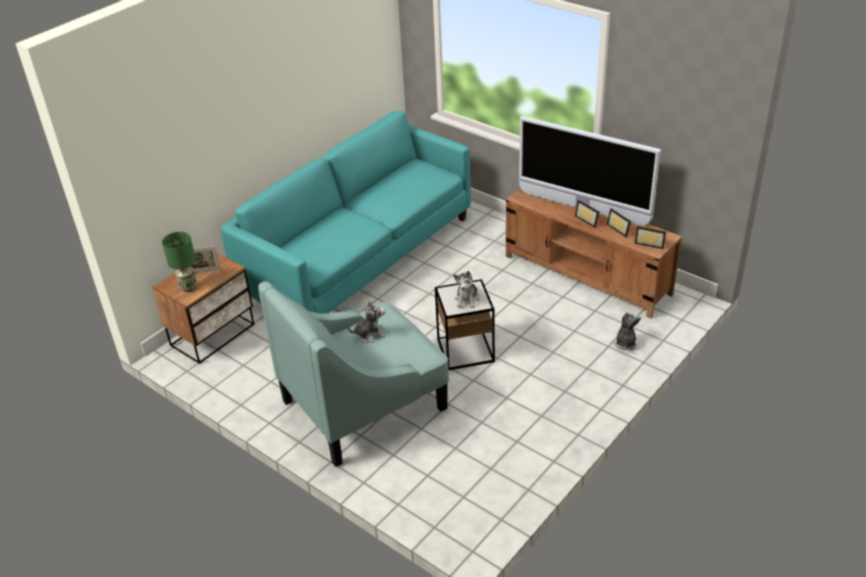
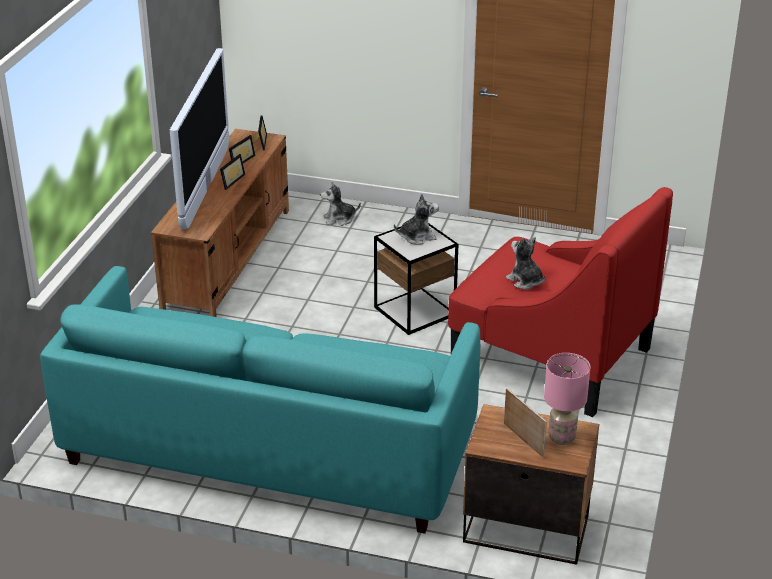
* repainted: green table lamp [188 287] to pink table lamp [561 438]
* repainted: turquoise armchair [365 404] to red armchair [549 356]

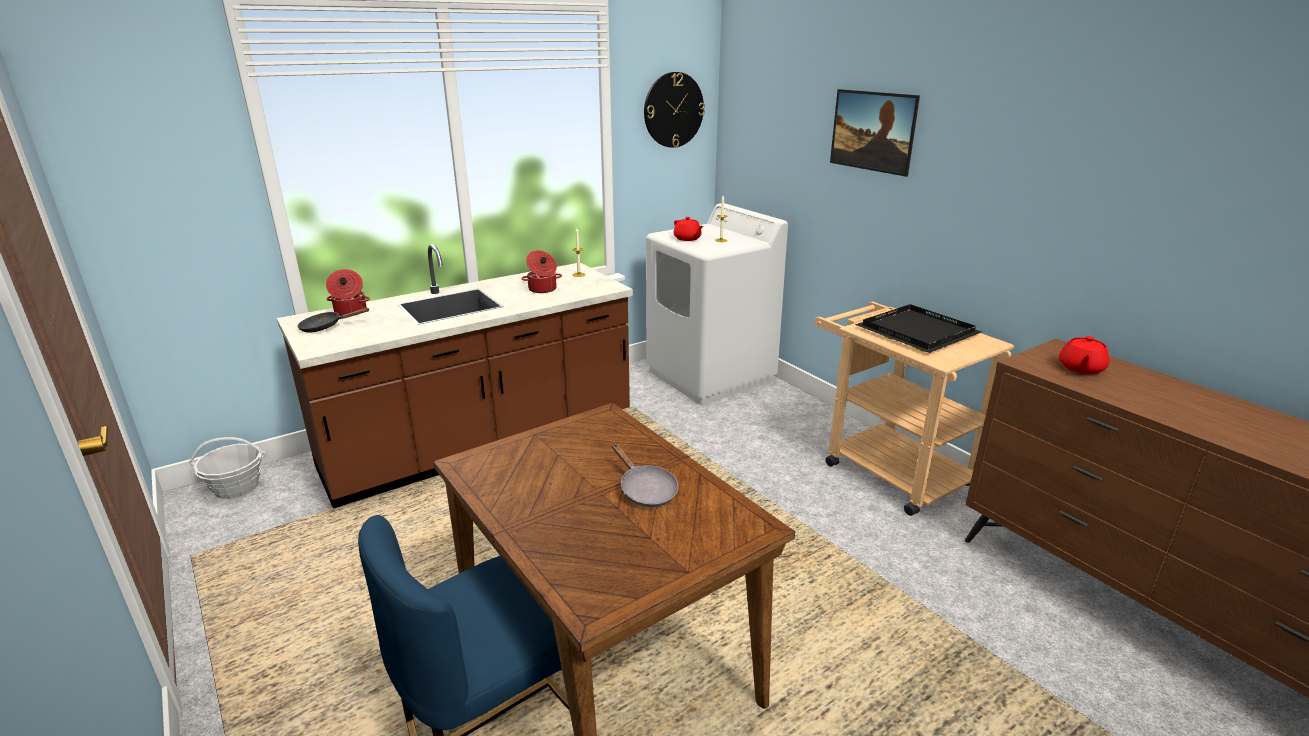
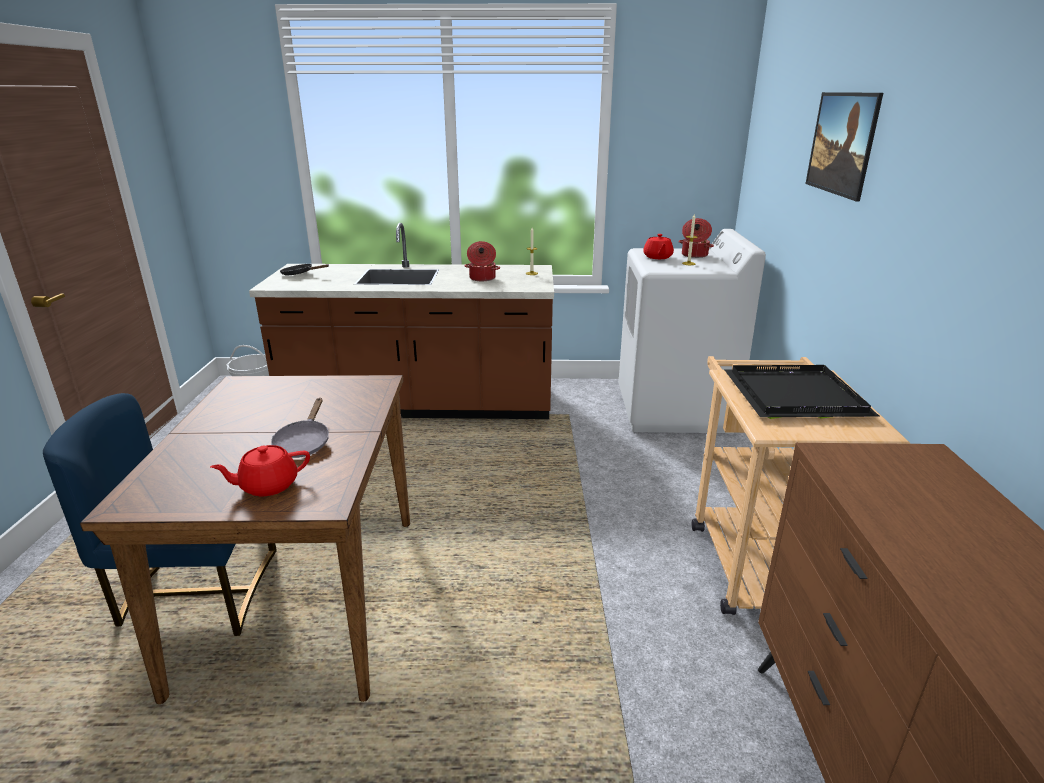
* gone: wall clock [673 110]
* shifted: cooking pot [350 312] to [694 255]
* shifted: red teapot [1080 368] to [268 485]

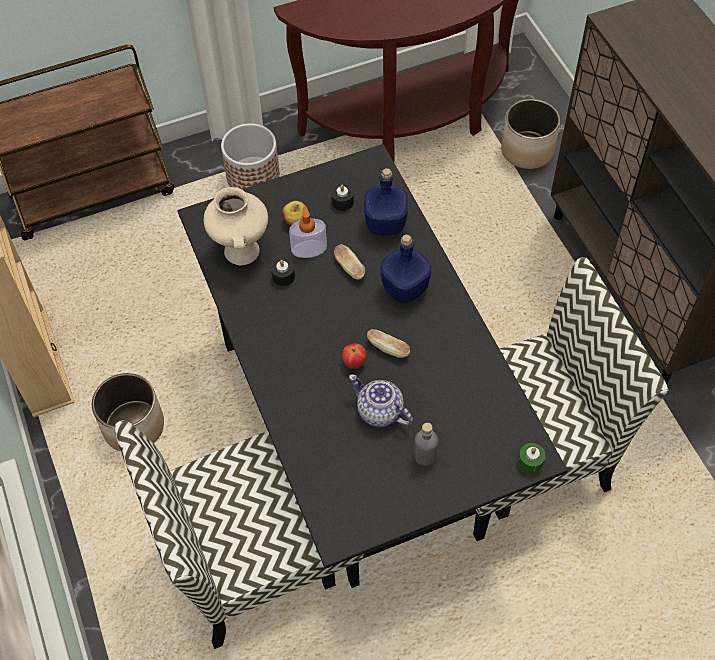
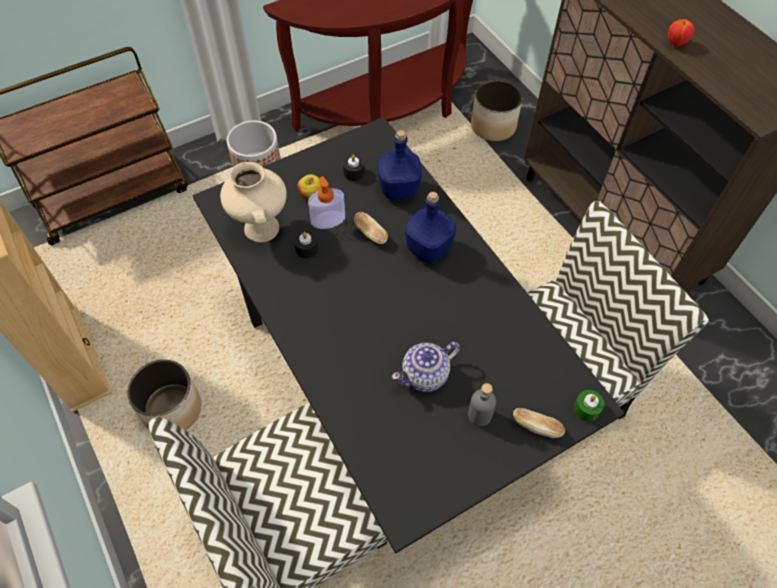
* shifted: bread [388 348] to [536 426]
* shifted: apple [354 363] to [676 43]
* rotated: teapot [380 412] = [426 375] 60 degrees counterclockwise

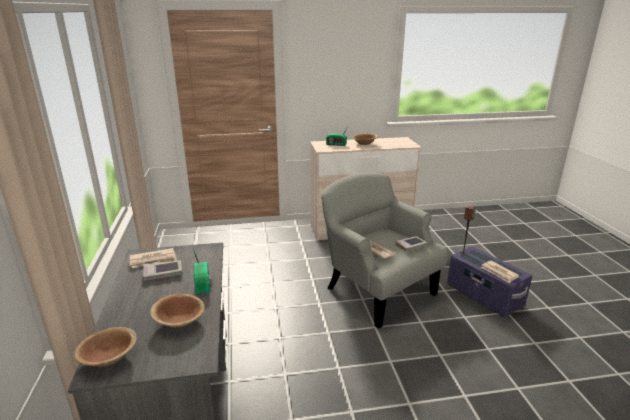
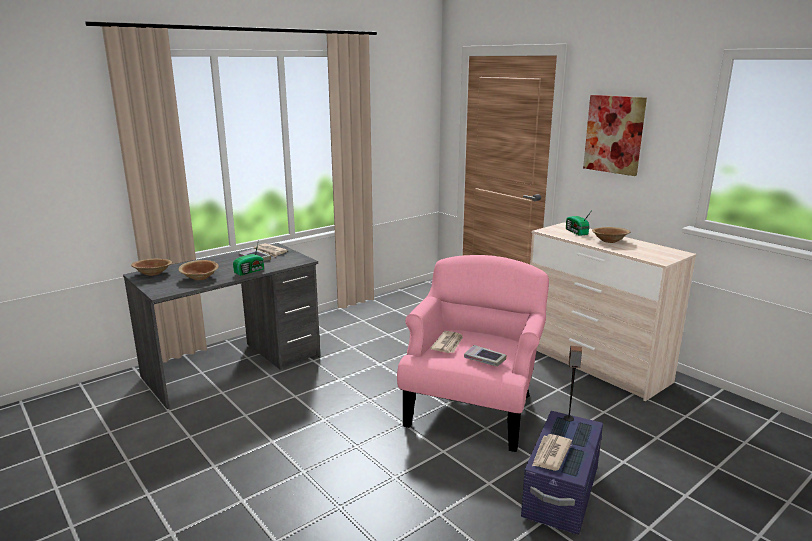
* repainted: grey armchair [377 290] to pink armchair [473 409]
* new: picture [614 134]

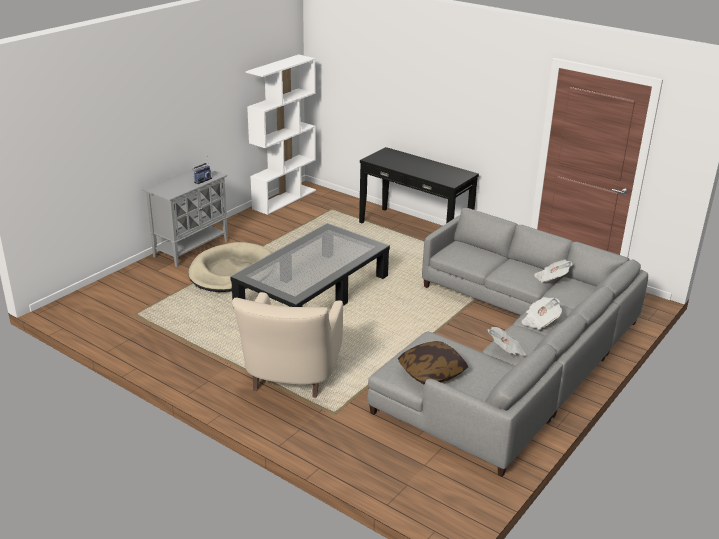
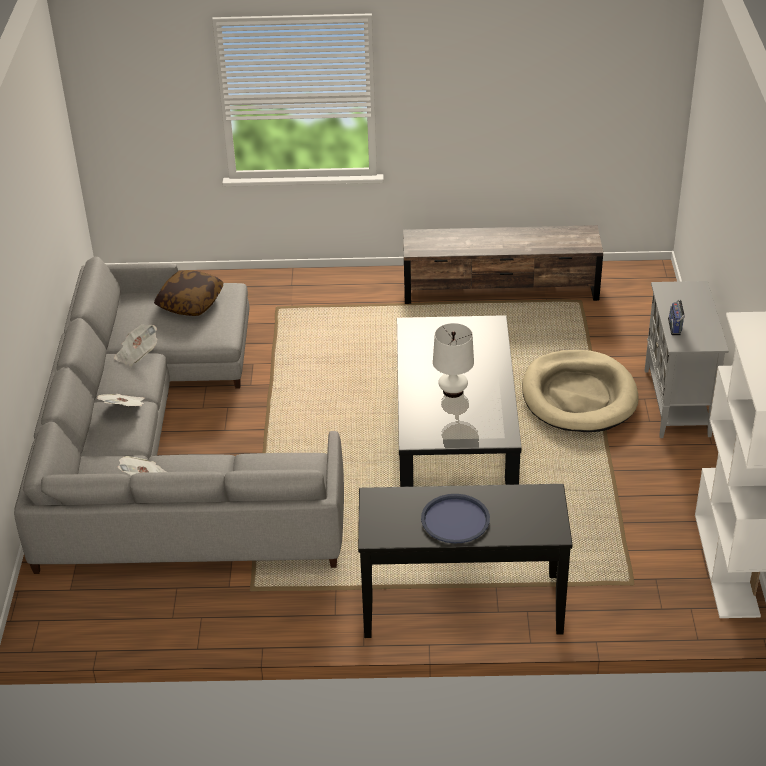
* gone: beige armchair [290 378]
* new: brown tv stand [501 288]
* new: white table lamp [453 391]
* new: blue tray [455 520]

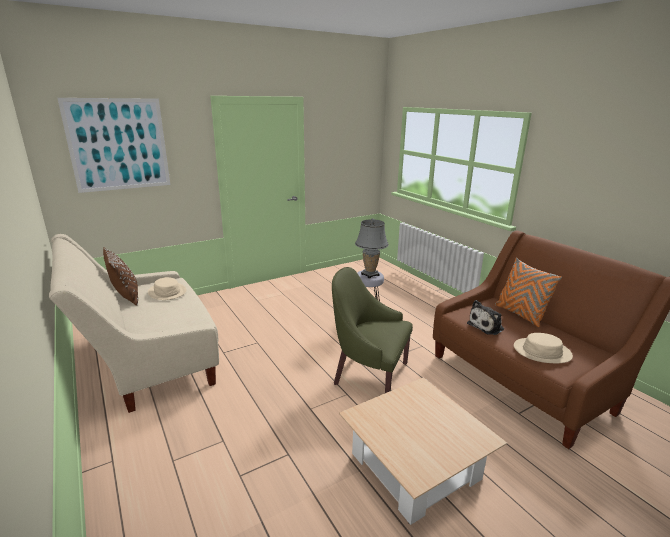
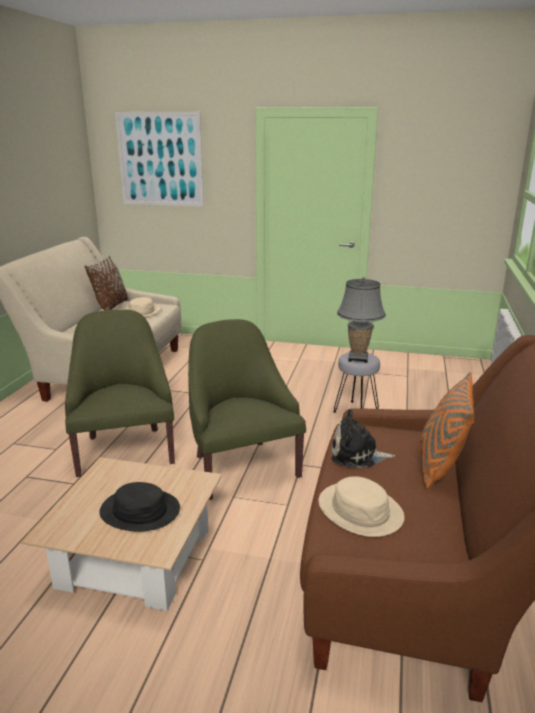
* new: green armchair [125 449]
* new: black hat [140 511]

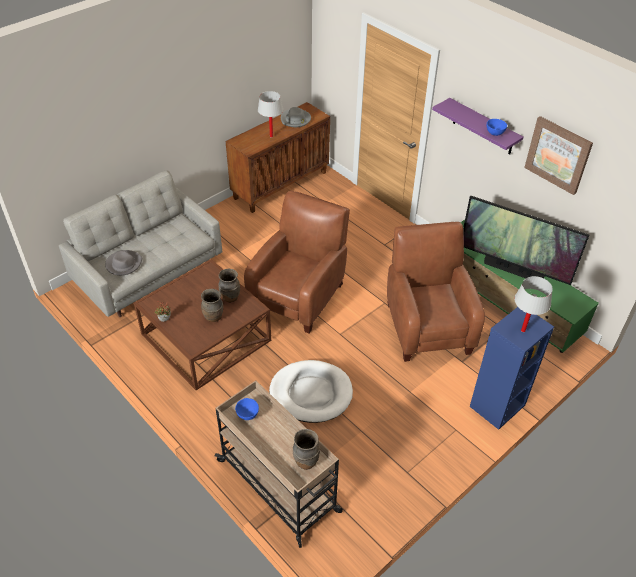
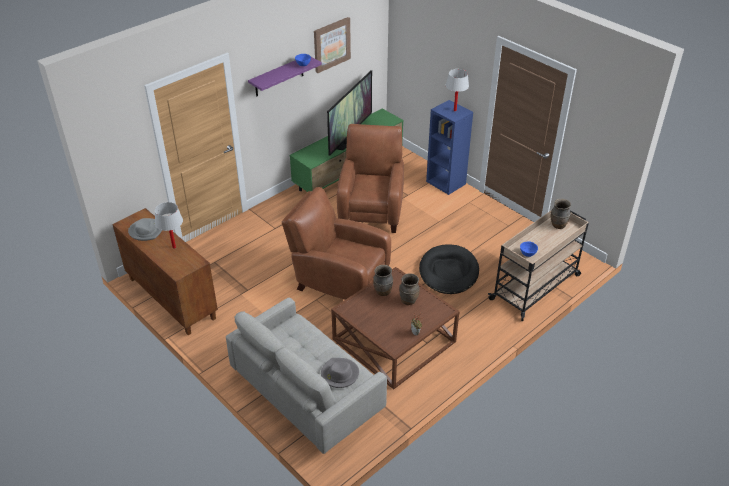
* rotated: brown armchair [427 325] = [372 209] 105 degrees clockwise
* repainted: white dog bed [311 393] to black dog bed [448 272]

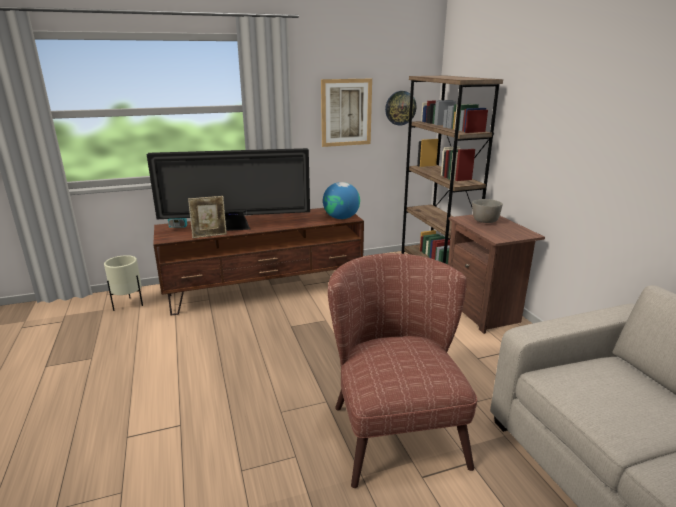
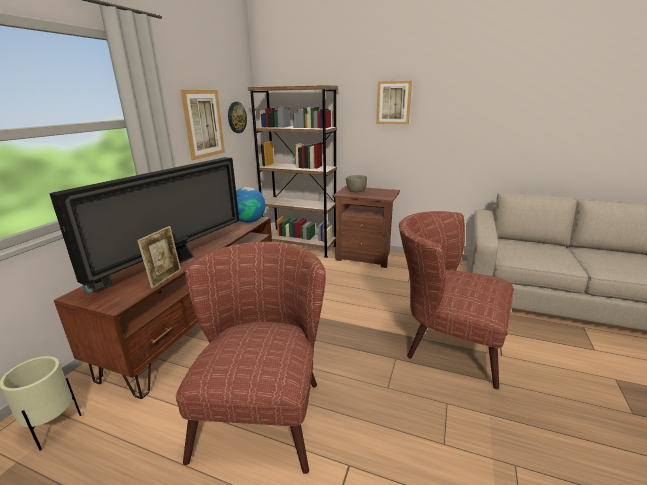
* new: picture [393 102]
* new: brown armchair [264 407]

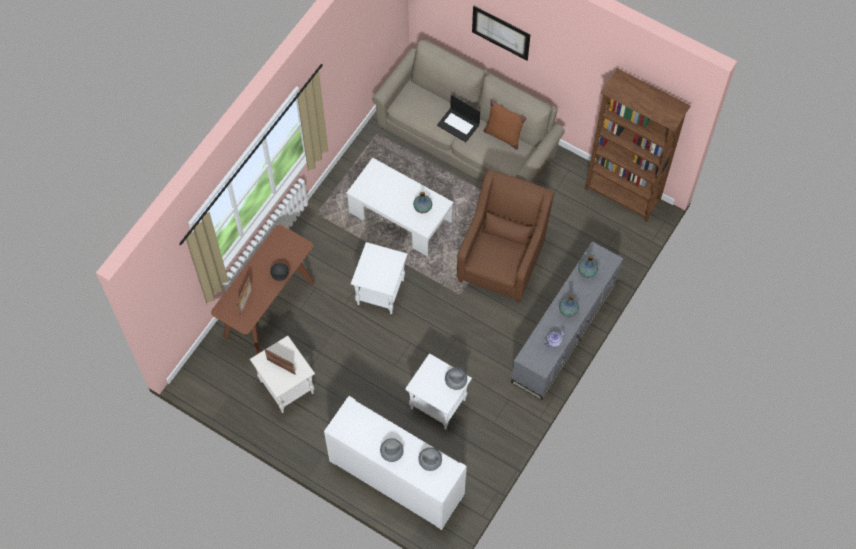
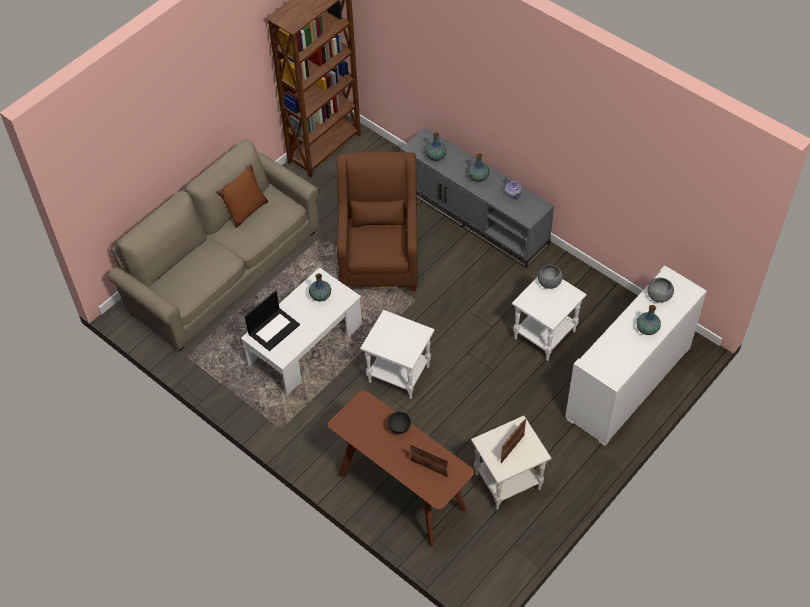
* gone: picture [501 32]
* shifted: laptop [459 125] to [274 328]
* rotated: brown armchair [502 260] = [380 257] 60 degrees clockwise
* swapped: grey bowl [391 453] to vase [647 329]

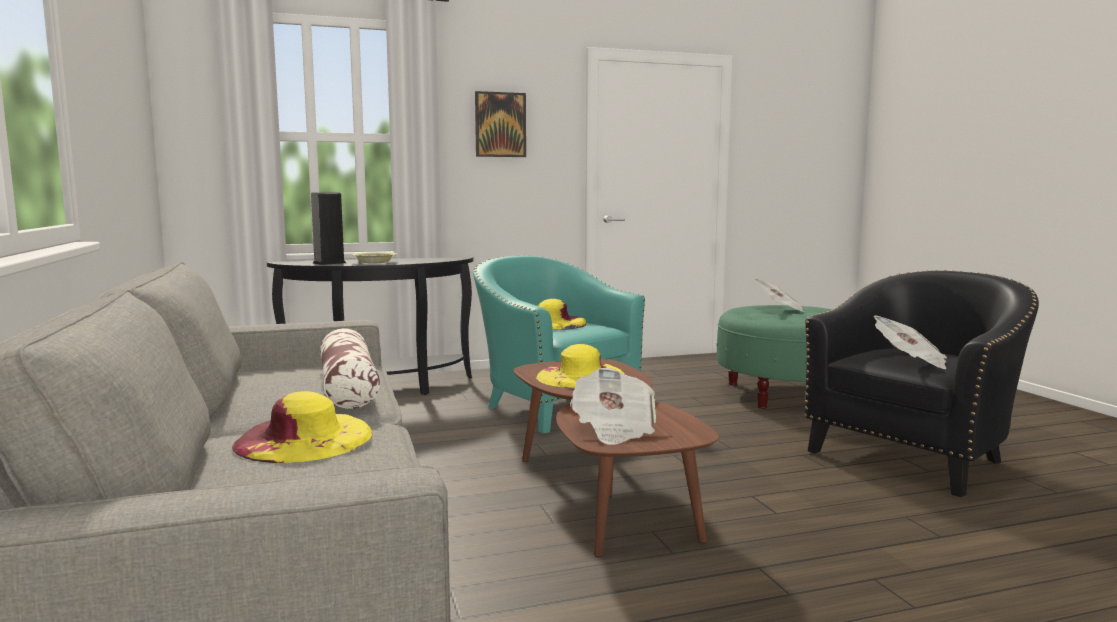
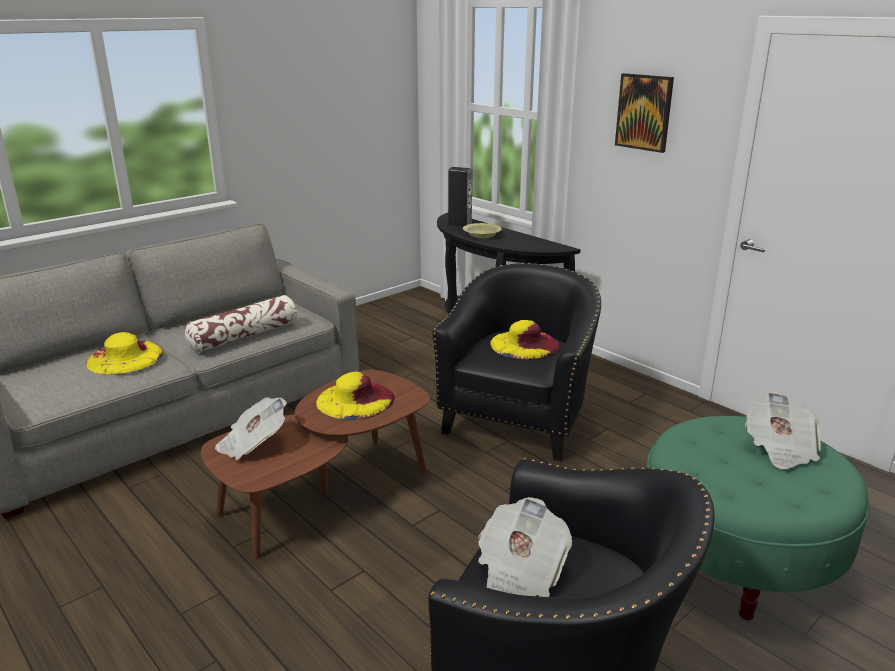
* repainted: turquoise armchair [552 407] to black armchair [518 419]

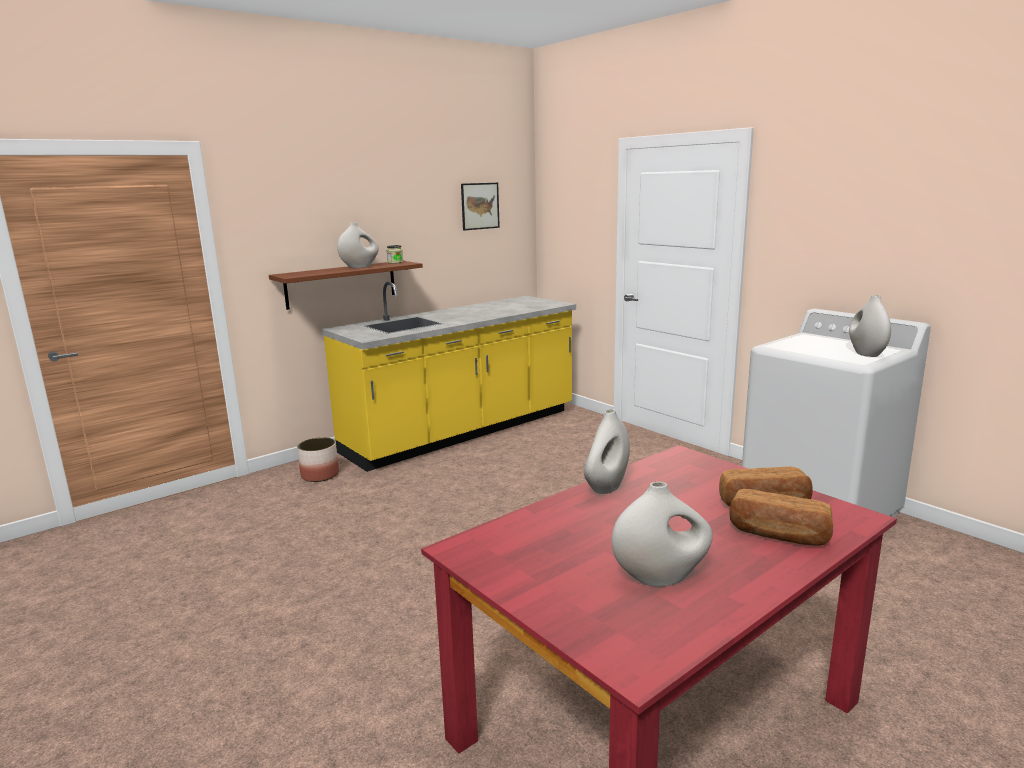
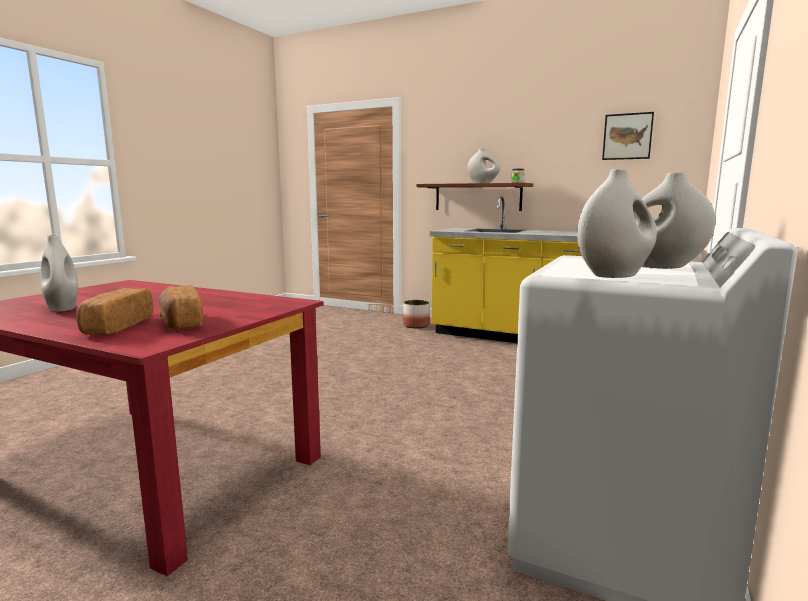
* shifted: white vase [606 487] to [659 267]

